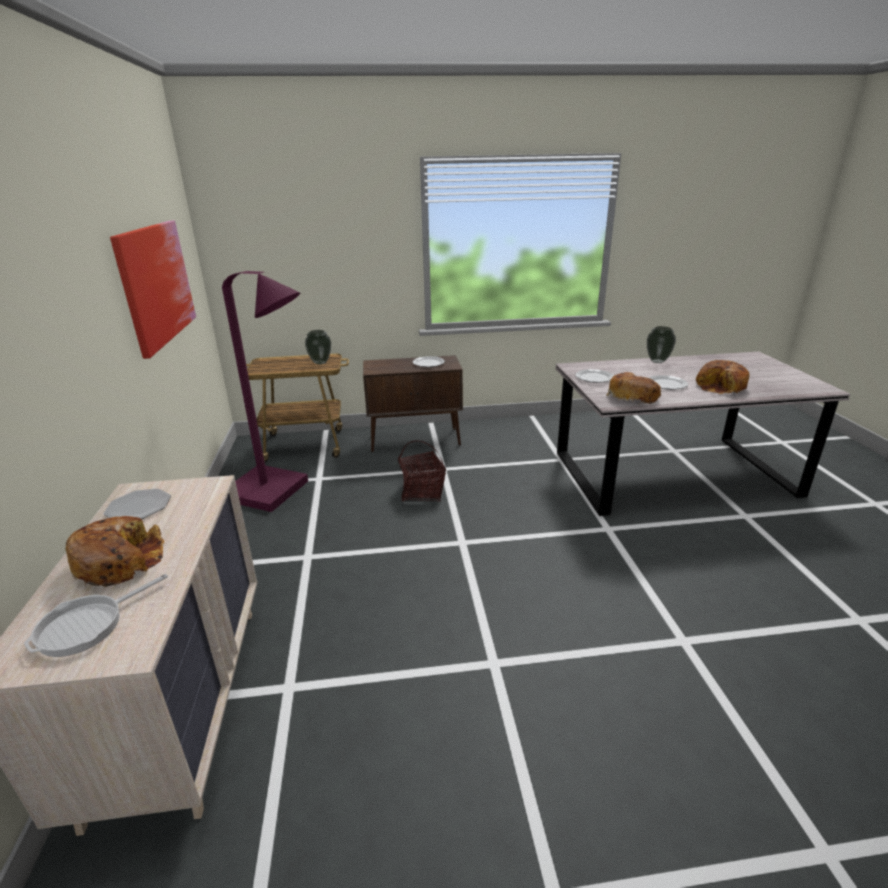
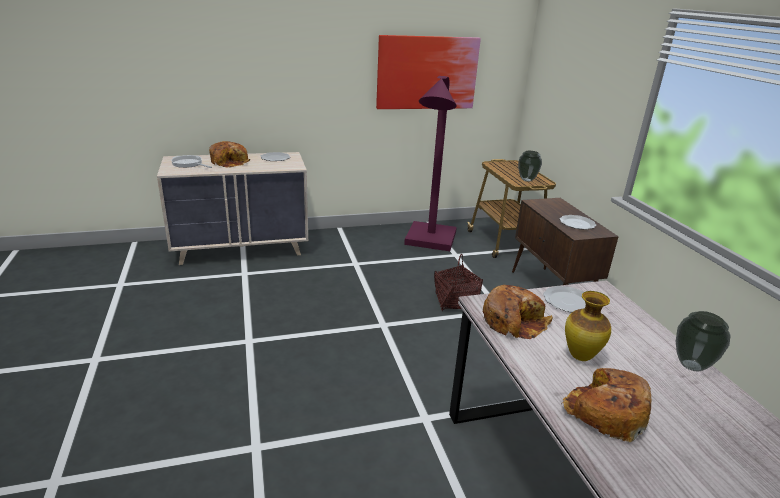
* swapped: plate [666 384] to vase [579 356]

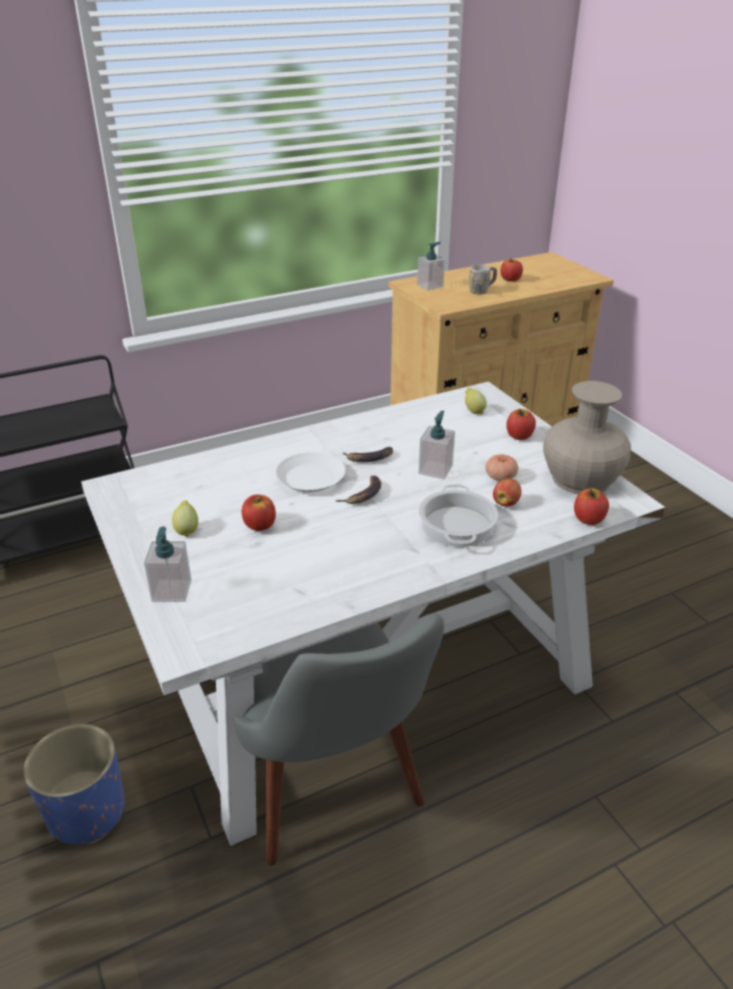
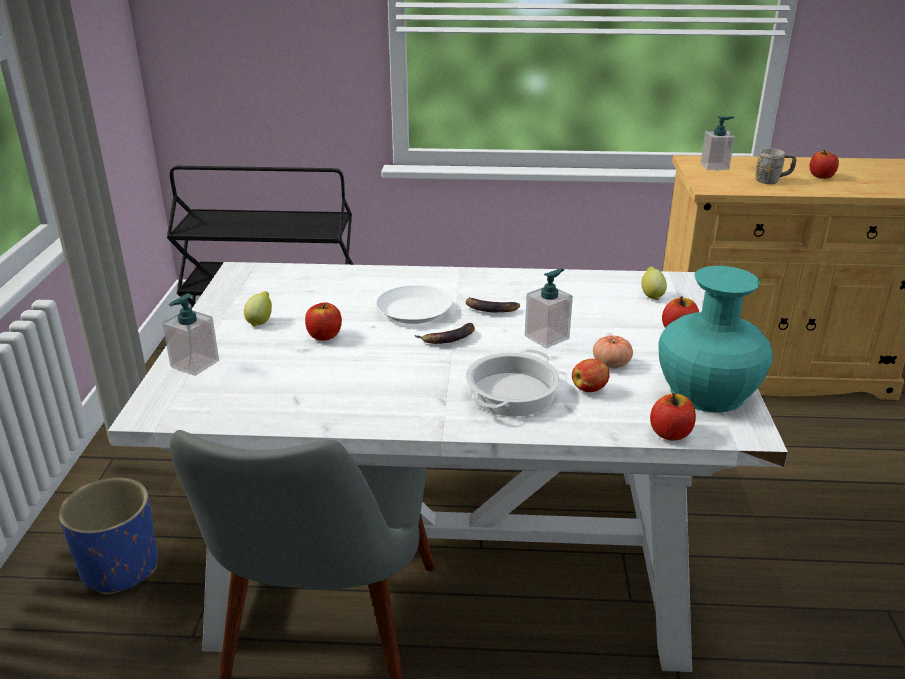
* repainted: beige vase [581 479] to turquoise vase [707 392]

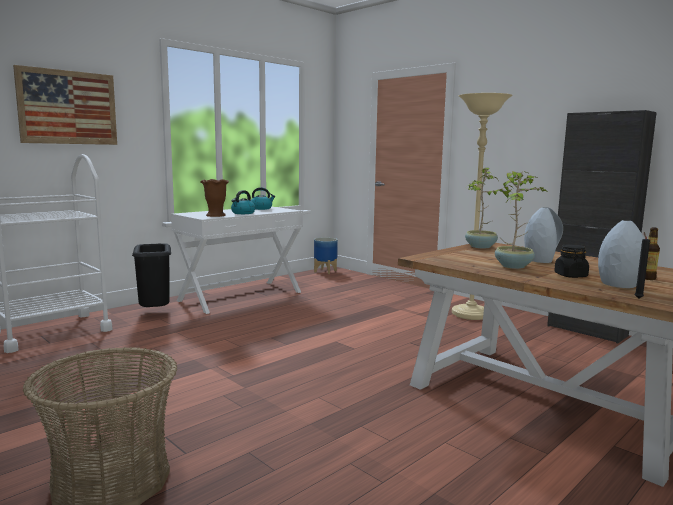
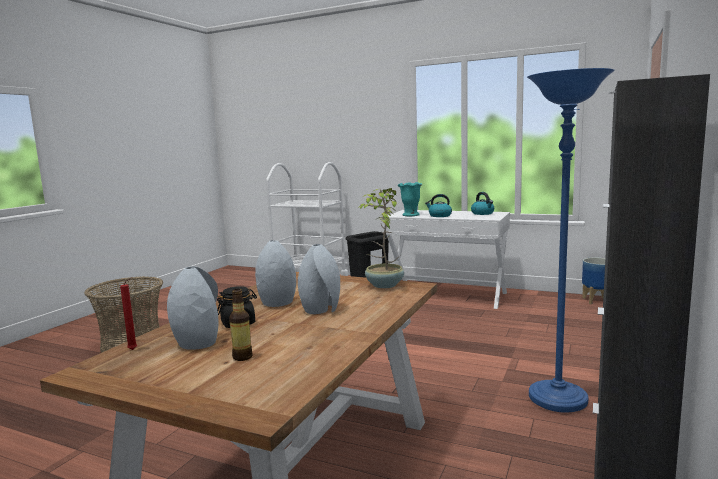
* gone: picture [68 107]
* repainted: beige floor lamp [470 314] to blue floor lamp [557 399]
* swapped: potted plant [514 266] to grey vase [276 303]
* repainted: brown vase [215 215] to turquoise vase [410 215]
* repainted: black candle [638 298] to red candle [134 349]

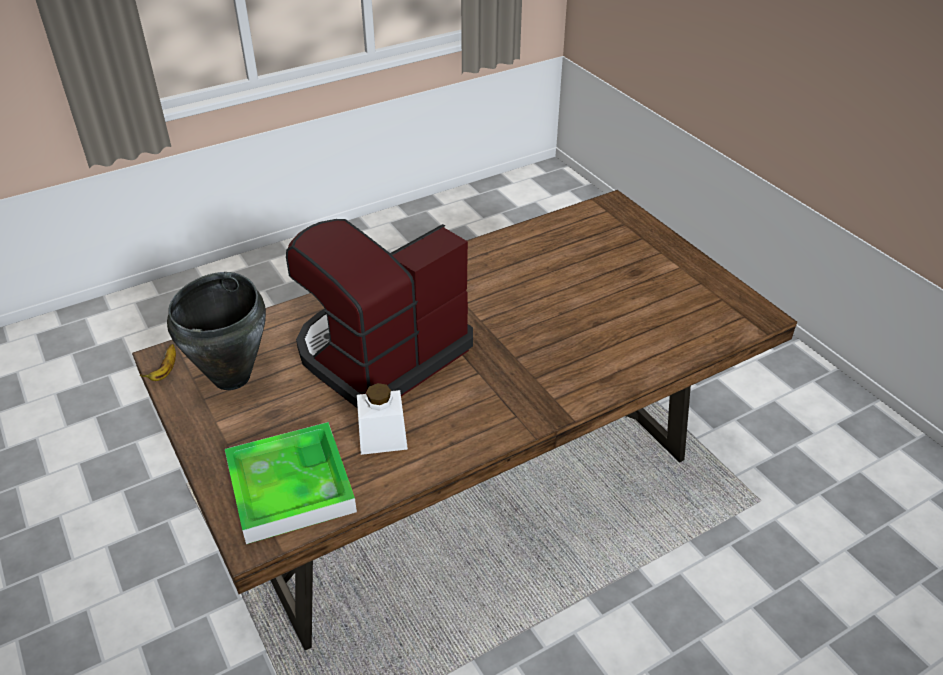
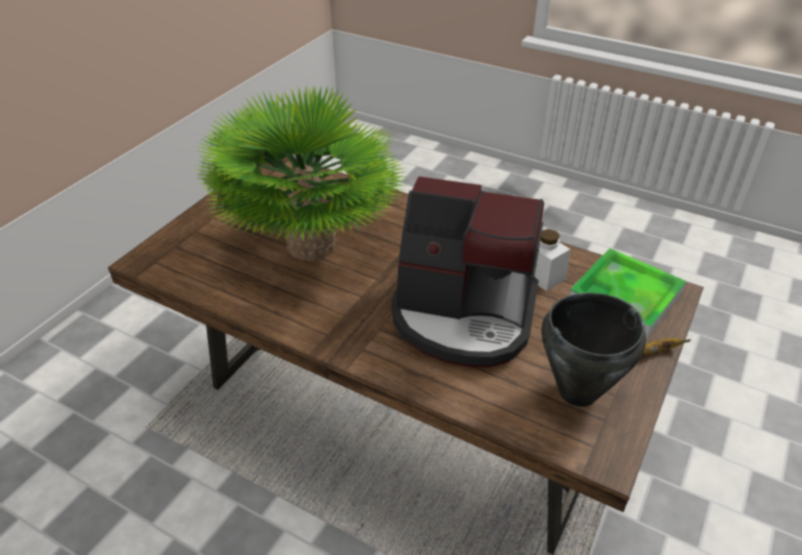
* shifted: banana [165 371] to [658 351]
* new: potted plant [312 245]

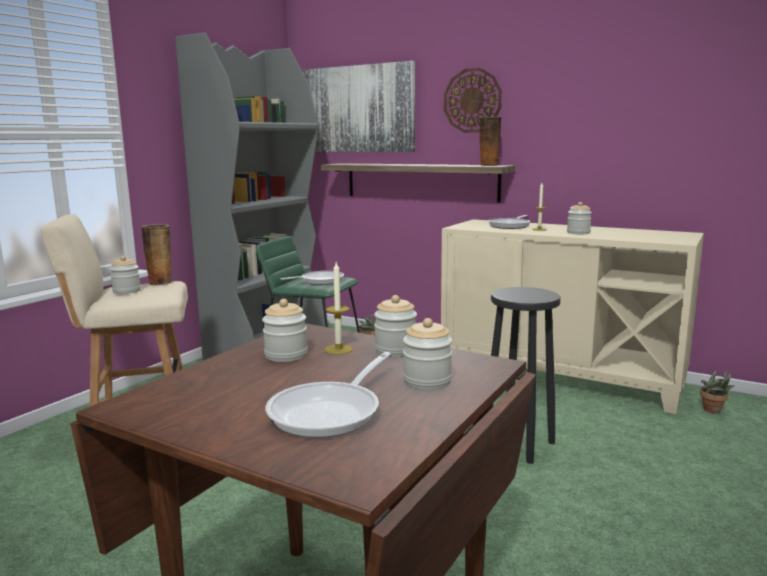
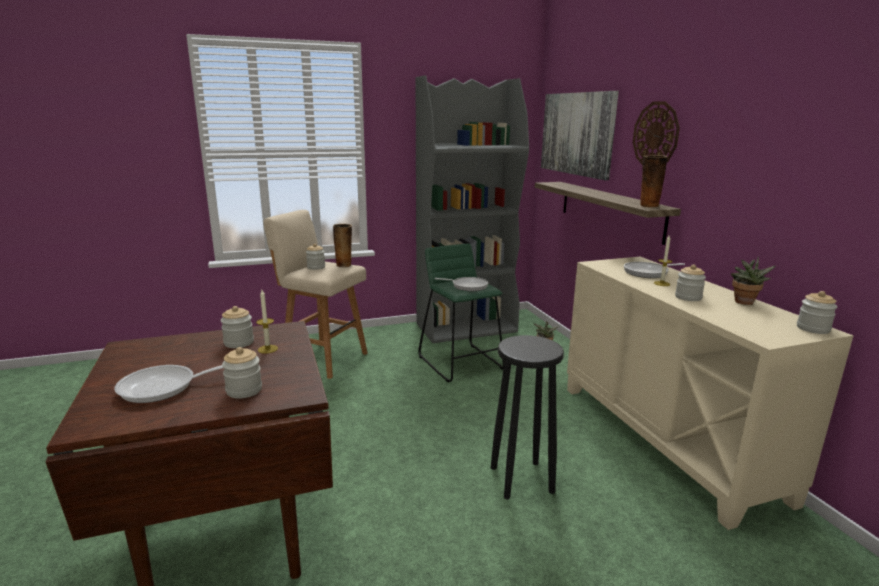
* shifted: jar [395 350] to [813 328]
* shifted: potted plant [714 411] to [744 303]

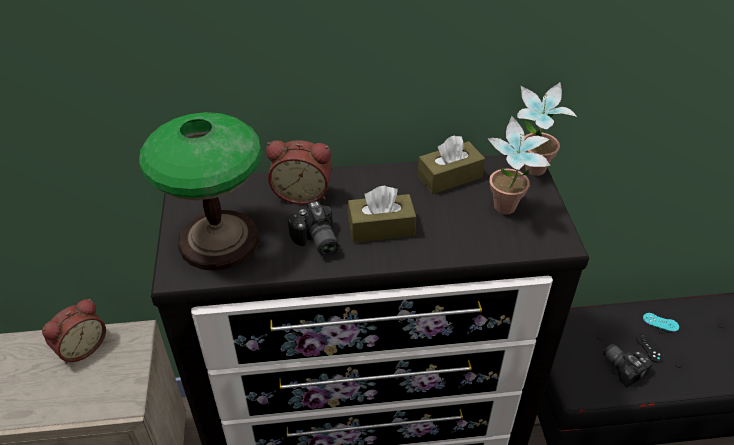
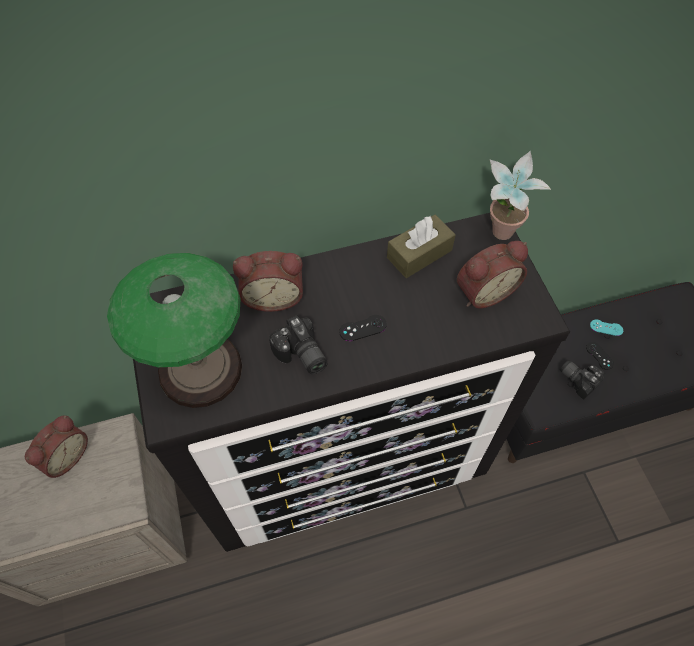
* swapped: potted plant [506 213] to alarm clock [483 291]
* swapped: brown tissue box [381 228] to black game controller [363 328]

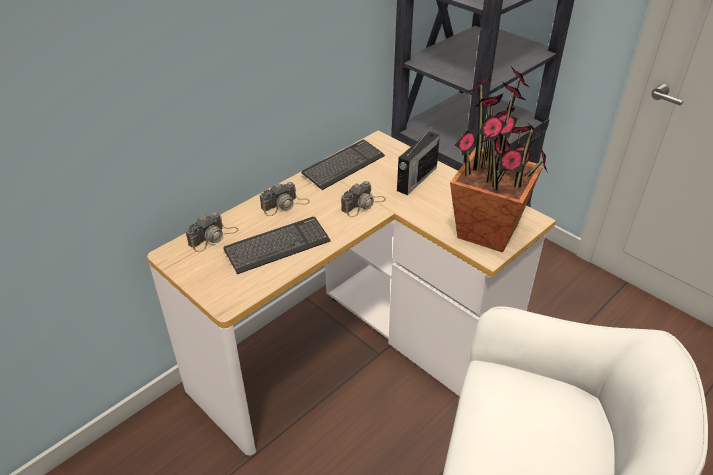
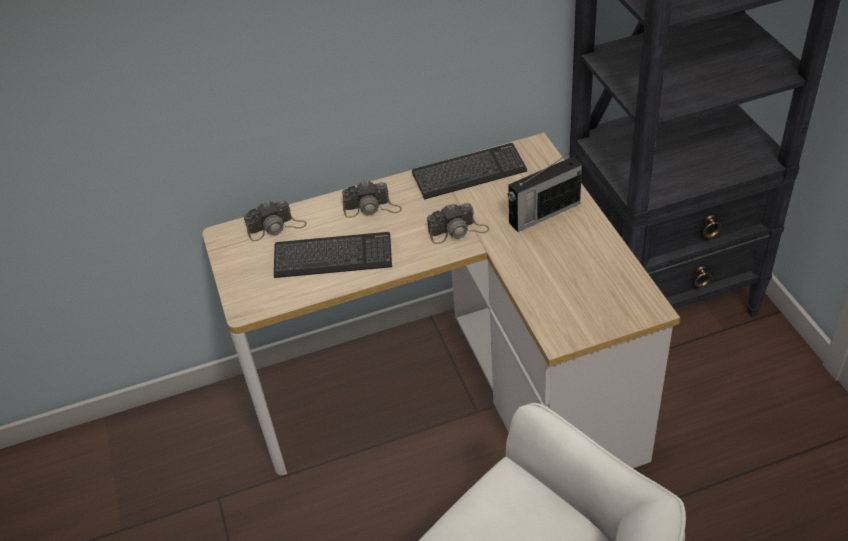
* gone: potted plant [487 232]

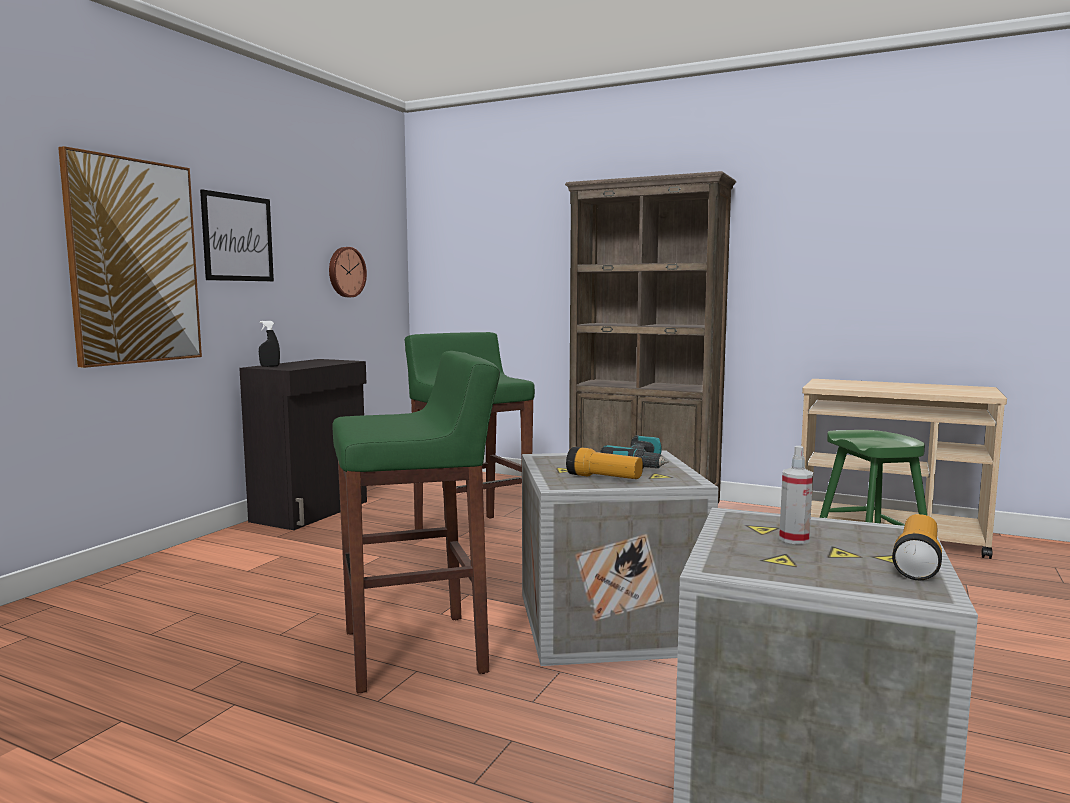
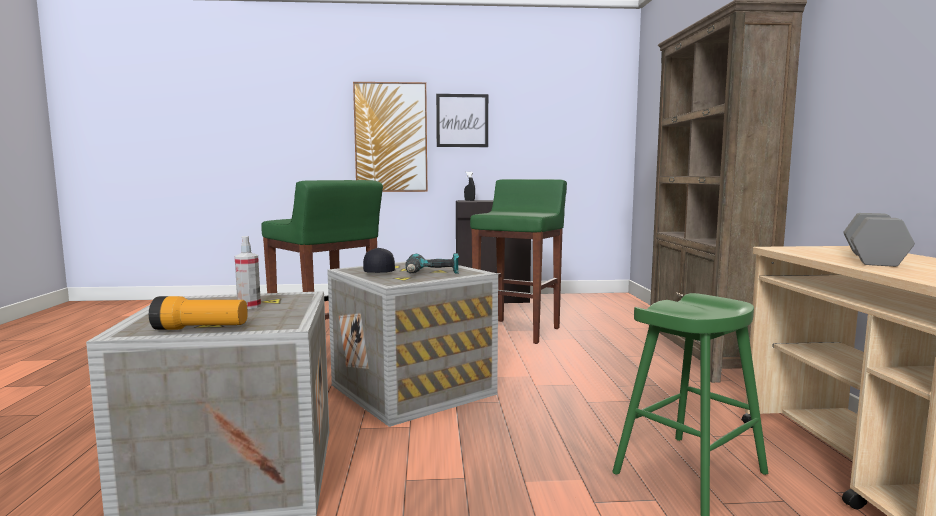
* gone: wall clock [345 272]
* swapped: flashlight [604 478] to black cap [379 272]
* new: grey dumbbell [871 259]

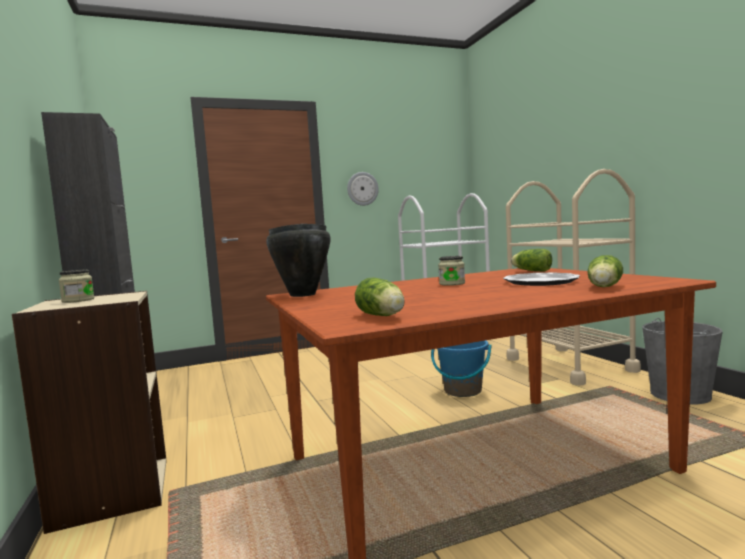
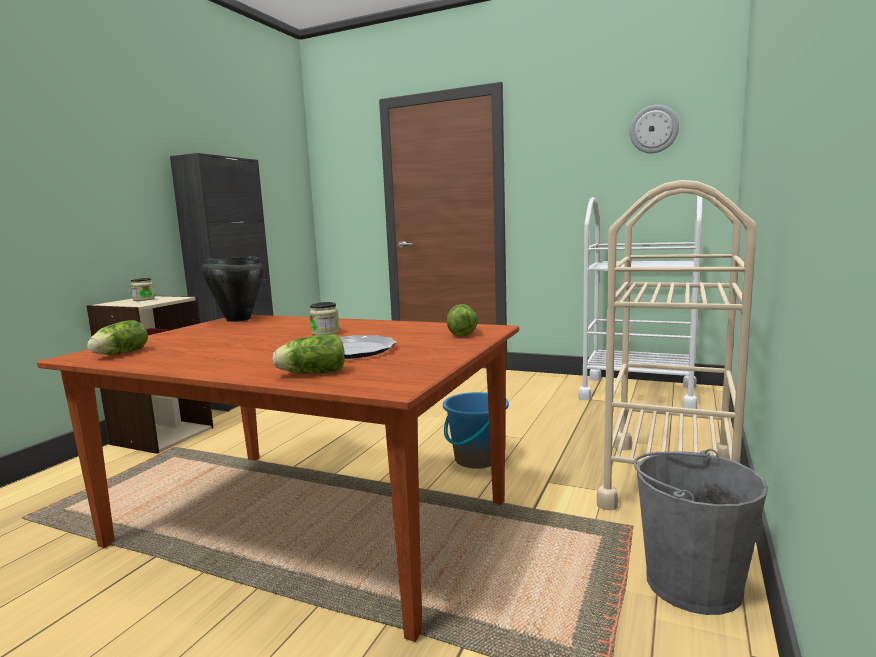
* shifted: wall clock [362 188] to [654 129]

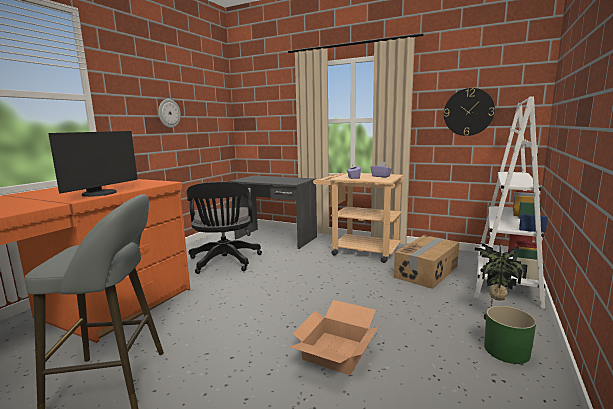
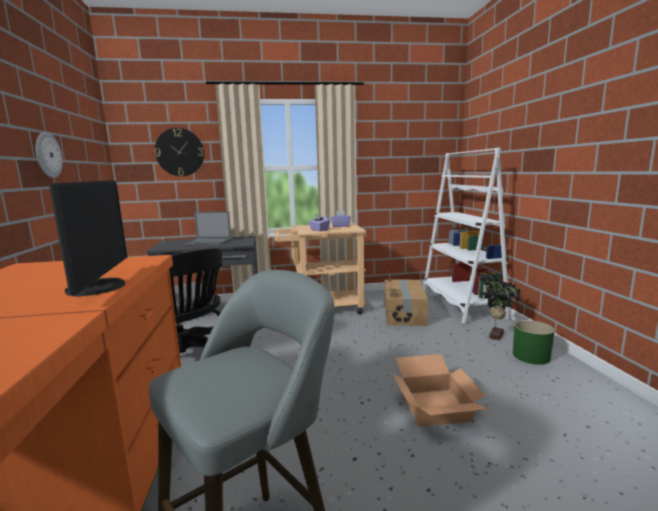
* shifted: wall clock [468 112] to [179 152]
* new: laptop [208 242]

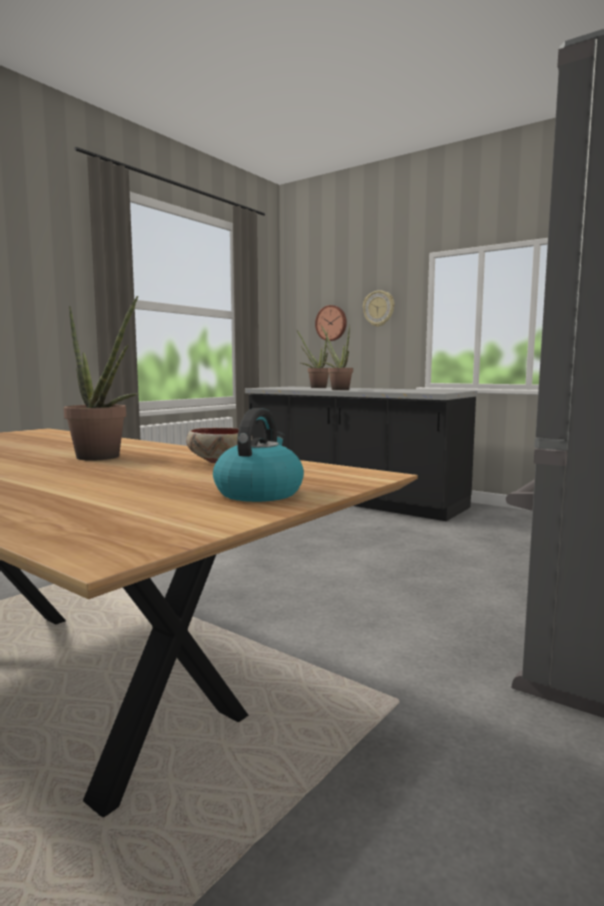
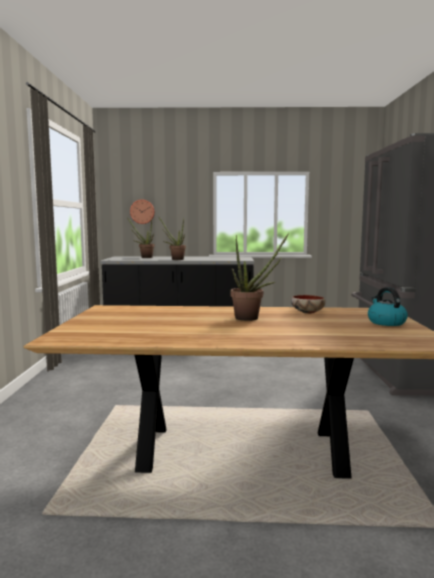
* gone: wall clock [378 308]

